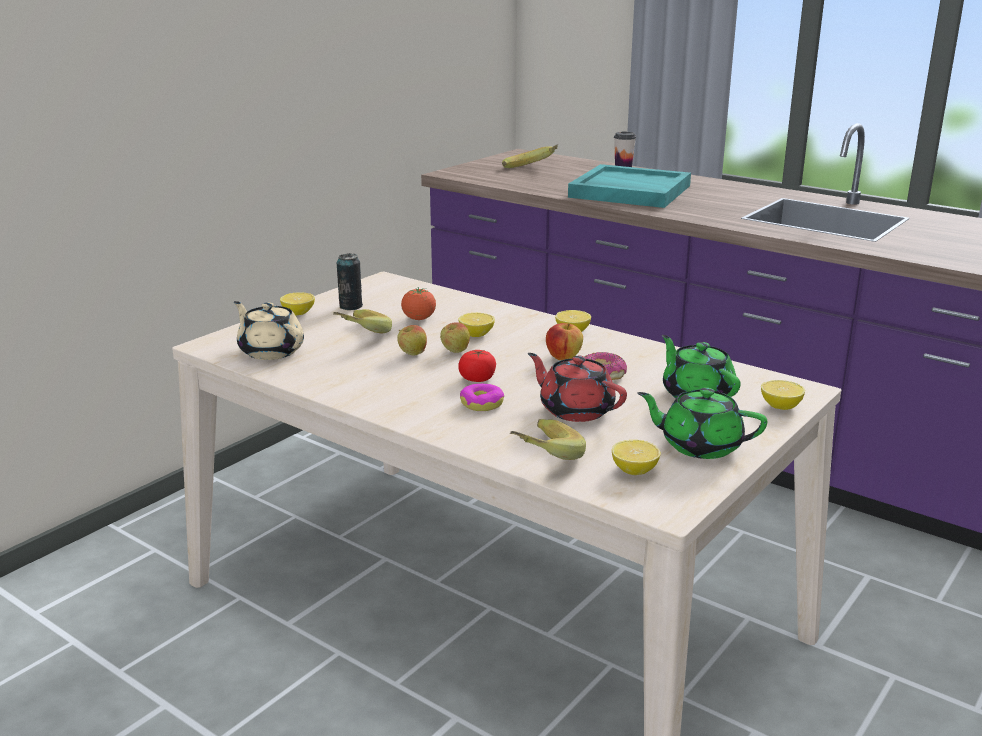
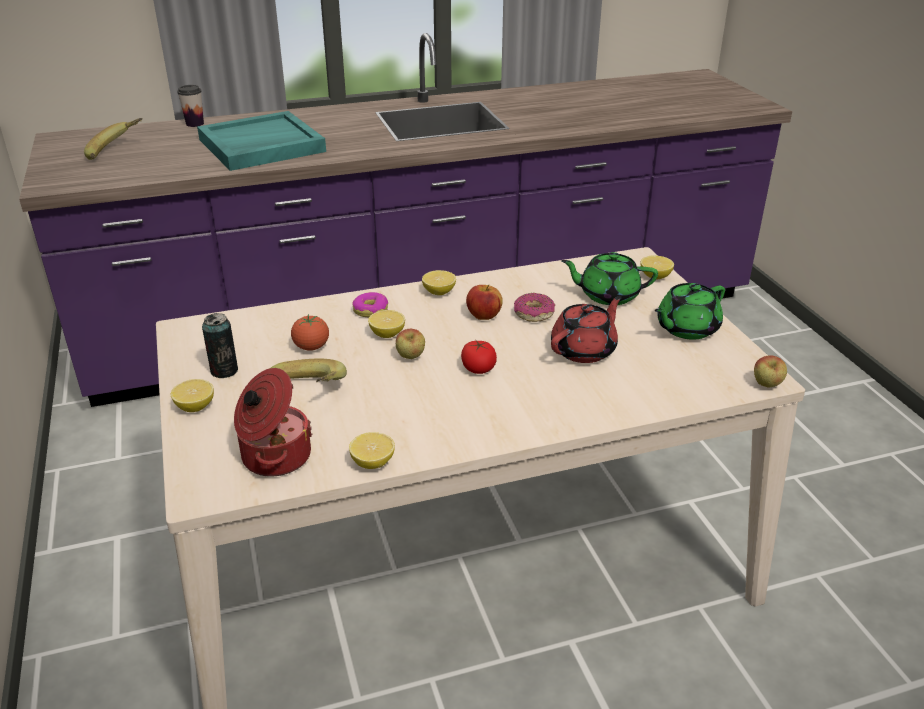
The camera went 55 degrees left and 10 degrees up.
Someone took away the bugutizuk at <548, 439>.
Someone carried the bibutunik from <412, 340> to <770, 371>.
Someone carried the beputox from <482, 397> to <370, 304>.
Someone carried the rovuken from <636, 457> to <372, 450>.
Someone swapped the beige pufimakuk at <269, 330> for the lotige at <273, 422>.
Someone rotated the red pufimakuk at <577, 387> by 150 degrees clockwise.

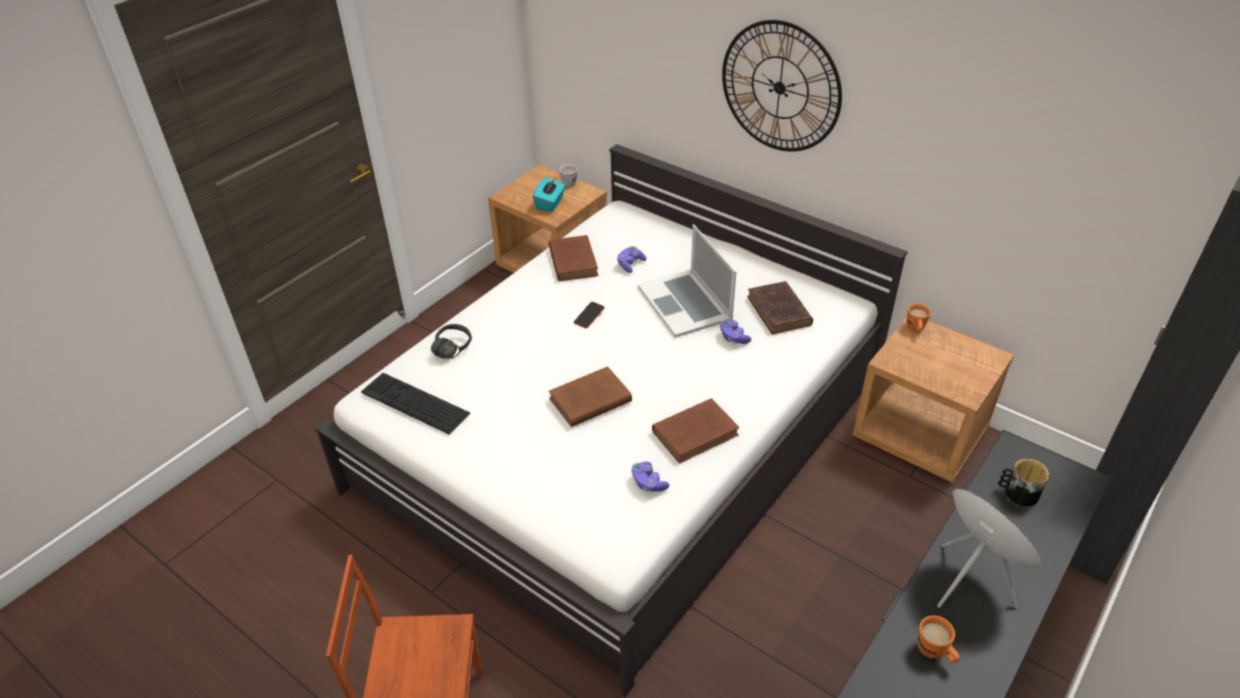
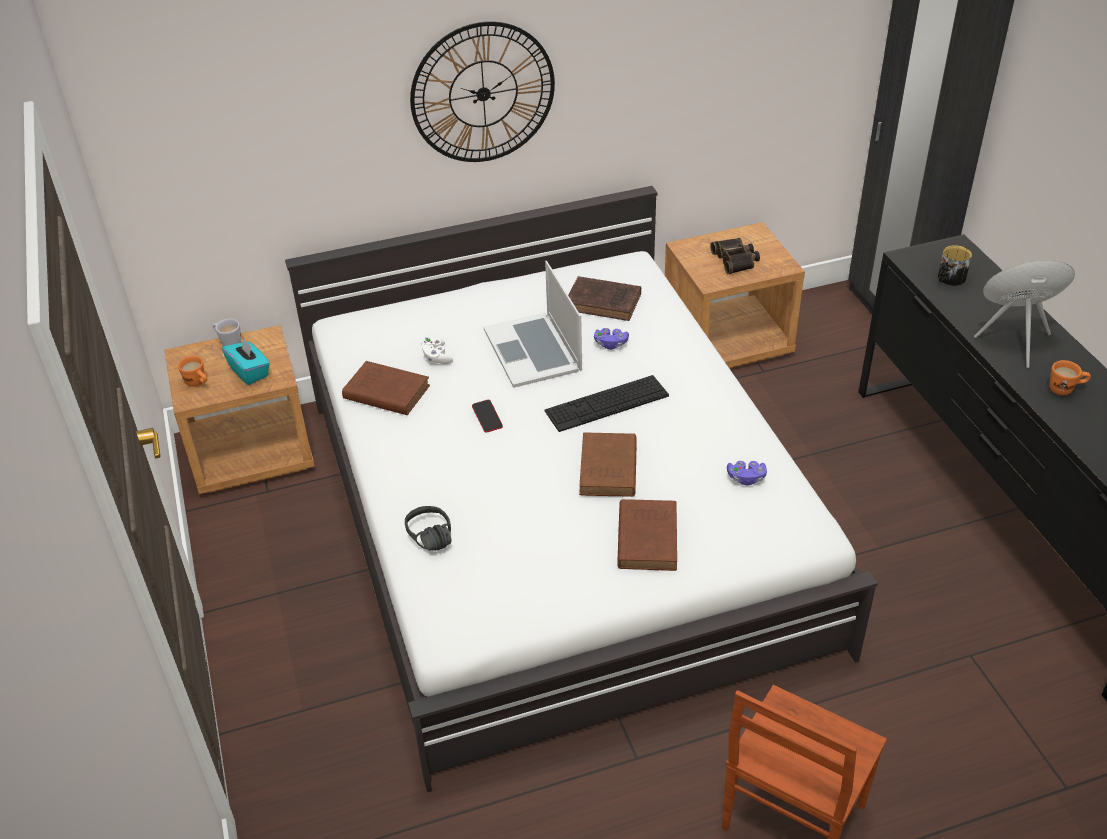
The camera went 55 degrees left and 0 degrees up.
Someone put down the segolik at <735, 256>.
Someone carried the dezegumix from <415, 404> to <607, 403>.
Someone carried the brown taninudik from <695, 430> to <647, 535>.
Someone carried the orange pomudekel from <919, 318> to <192, 371>.
Someone repainted the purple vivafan at <632, 259>, which became the white vivafan at <437, 350>.
Someone rotated the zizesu at <687, 281> by 60 degrees clockwise.

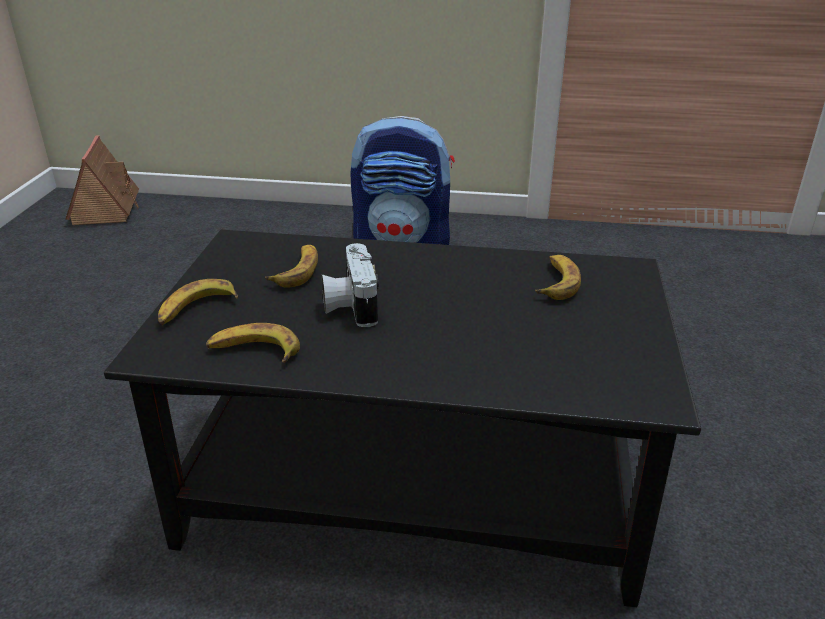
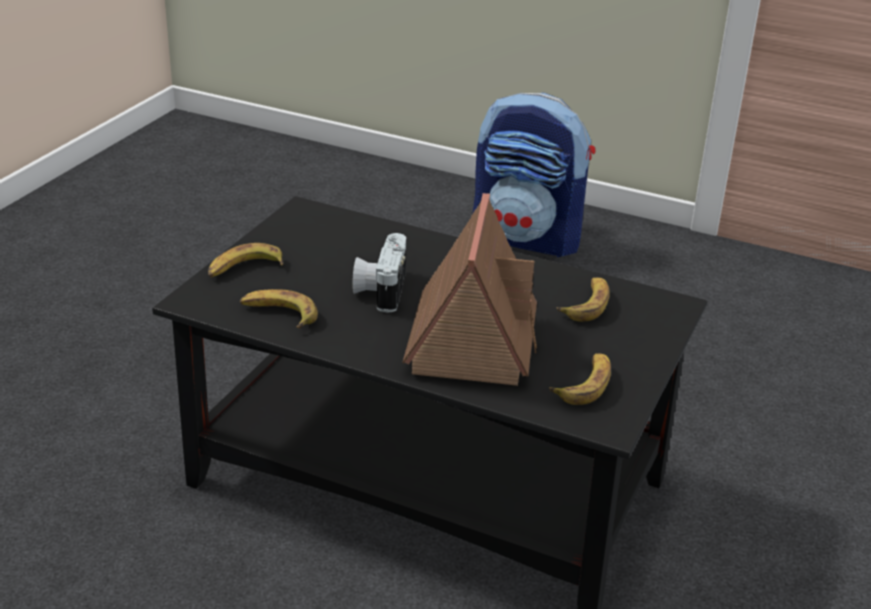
The camera went 15 degrees right and 0 degrees up.
Someone carried the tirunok from <102, 180> to <469, 289>.
Someone carried the bugutizuk from <291, 266> to <580, 379>.

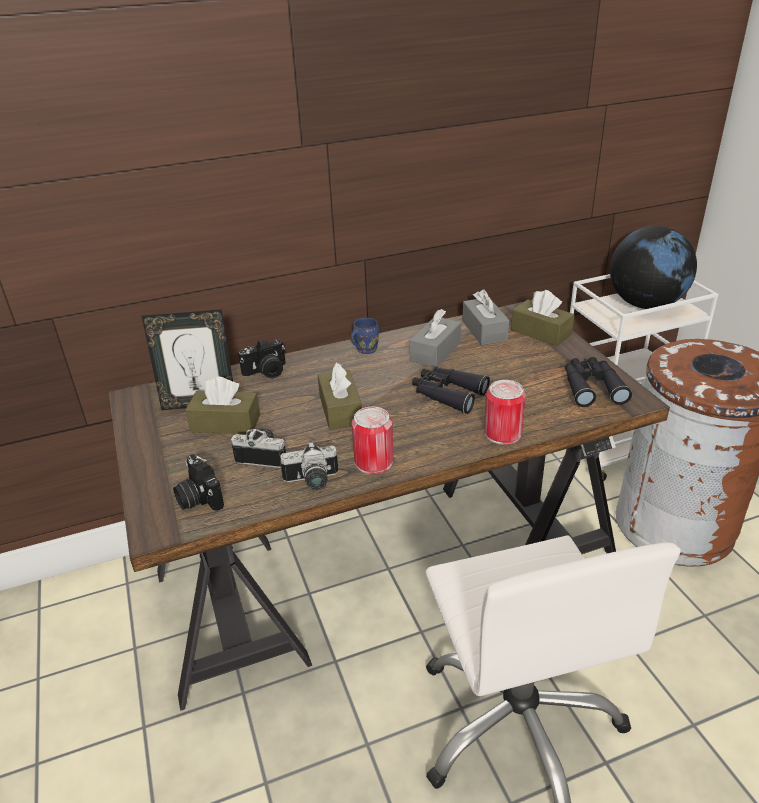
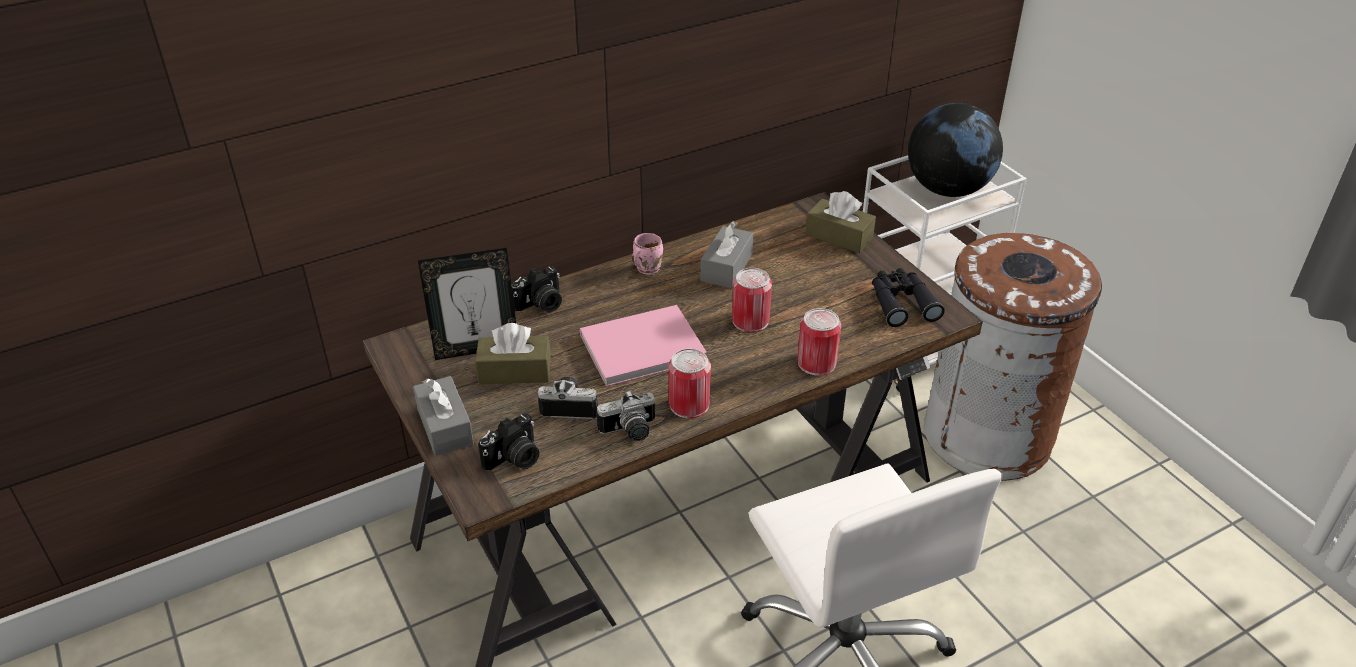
The camera went 10 degrees left and 5 degrees up.
Someone carried the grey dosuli from <486, 317> to <443, 416>.
Someone swapped the brown dosuli at <340, 396> for the pink taninudik at <643, 346>.
Someone swapped the black segolik at <451, 390> for the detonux at <752, 300>.
Someone repainted the blue pomudekel at <364, 336>, which became the pink pomudekel at <647, 254>.
Someone rotated the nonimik at <198, 482> by 90 degrees counterclockwise.

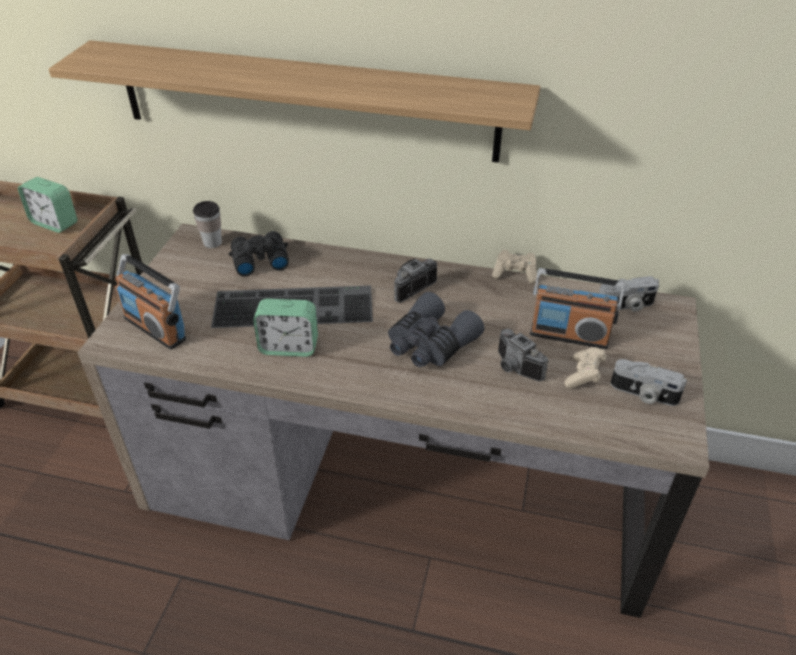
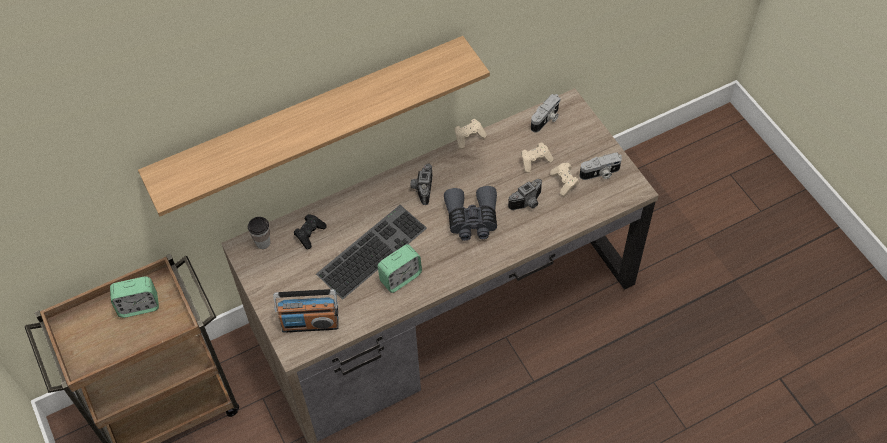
The camera went 40 degrees left and 15 degrees up.
Someone swapped the black segolik at <259, 254> for the black vivafan at <310, 231>.
Someone swapped the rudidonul at <577, 308> for the beige vivafan at <537, 158>.
Someone rotated the nonimik at <523, 355> by 45 degrees counterclockwise.

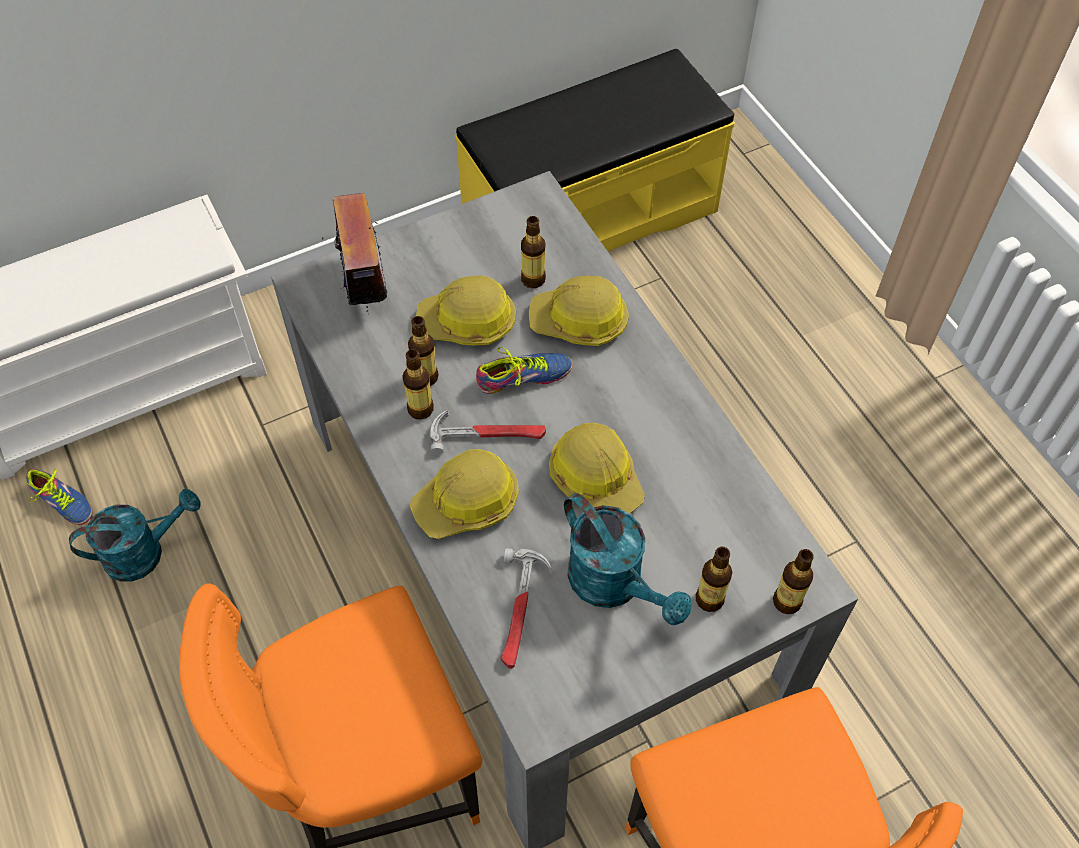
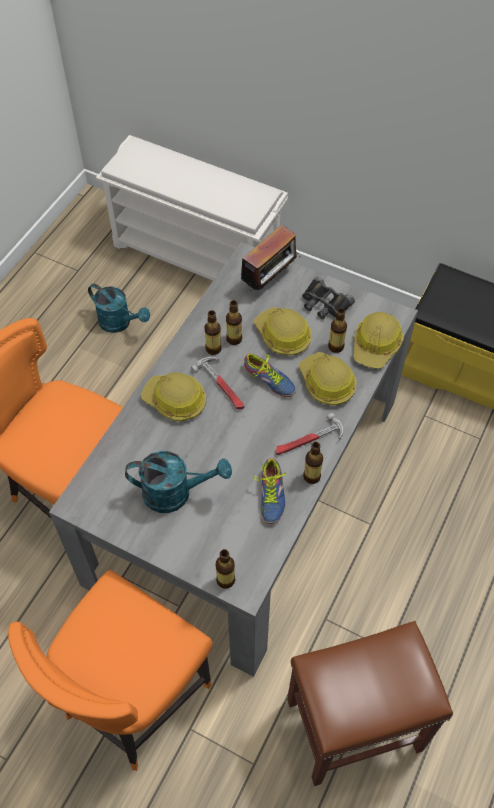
The camera went 55 degrees right and 0 degrees up.
Someone put down the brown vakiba at <370, 703>.
Someone put down the black segolik at <328, 297>.
Someone carried the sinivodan from <56, 497> to <269, 491>.
Someone carried the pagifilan from <526, 608> to <309, 434>.
Someone carried the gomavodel from <597, 468> to <378, 340>.
Someone carried the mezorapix from <714, 579> to <313, 463>.
Someone rotated the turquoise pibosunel at <627, 559> by 105 degrees counterclockwise.

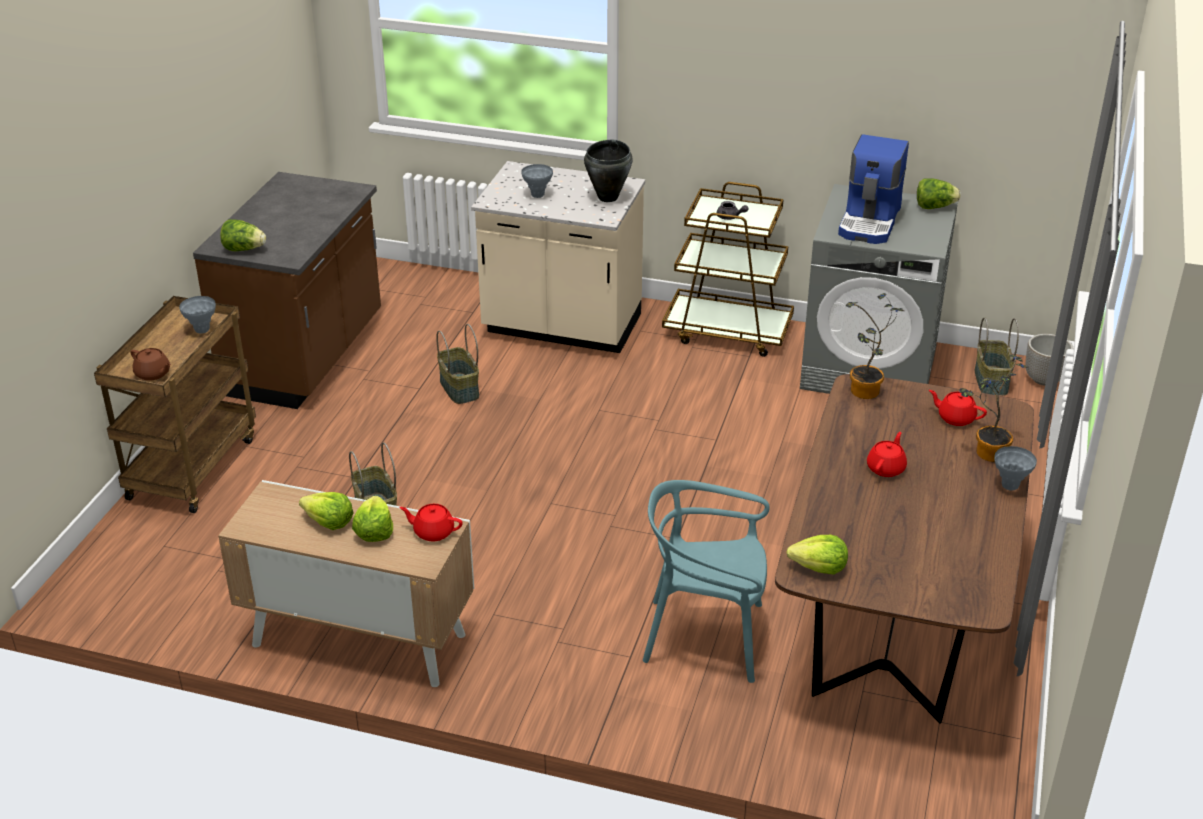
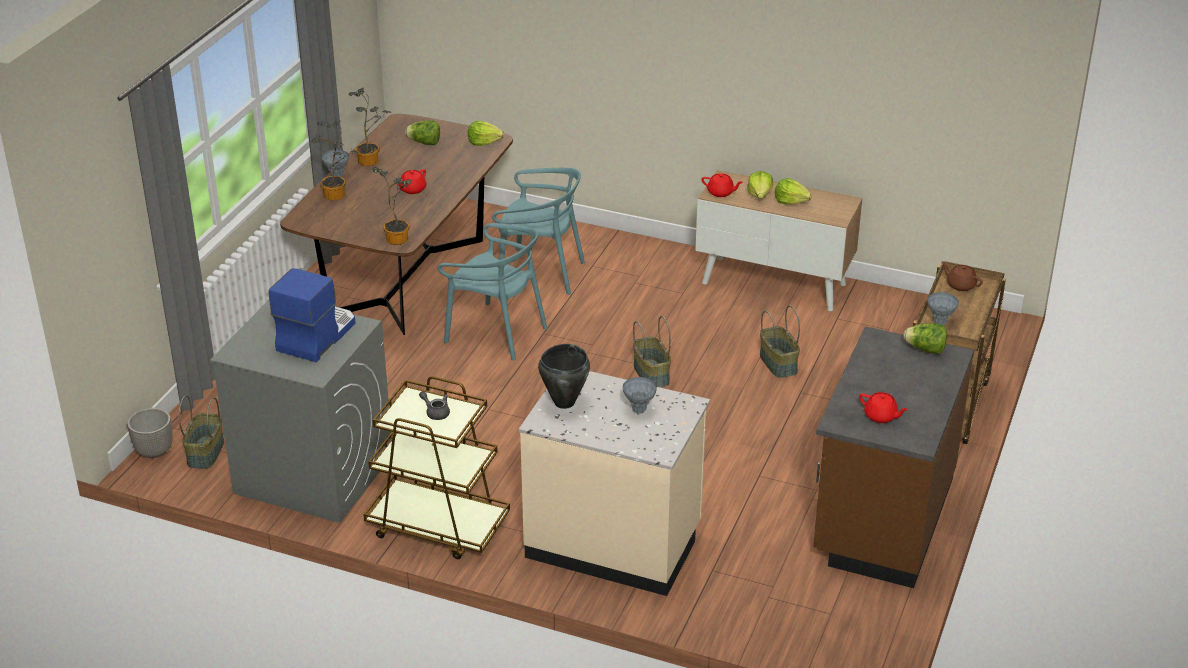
The camera went 175 degrees left and 0 degrees up.
Someone put down the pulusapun at <370, 127>.
Someone put down the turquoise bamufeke at <492, 291>.
Someone carried the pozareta from <457, 364> to <652, 351>.
Someone carried the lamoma from <939, 193> to <422, 132>.
Someone carried the red pufimakuk from <958, 408> to <883, 407>.

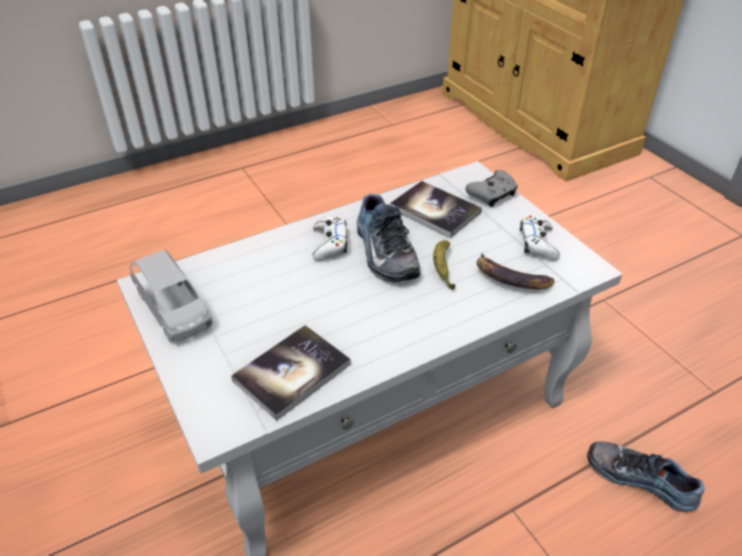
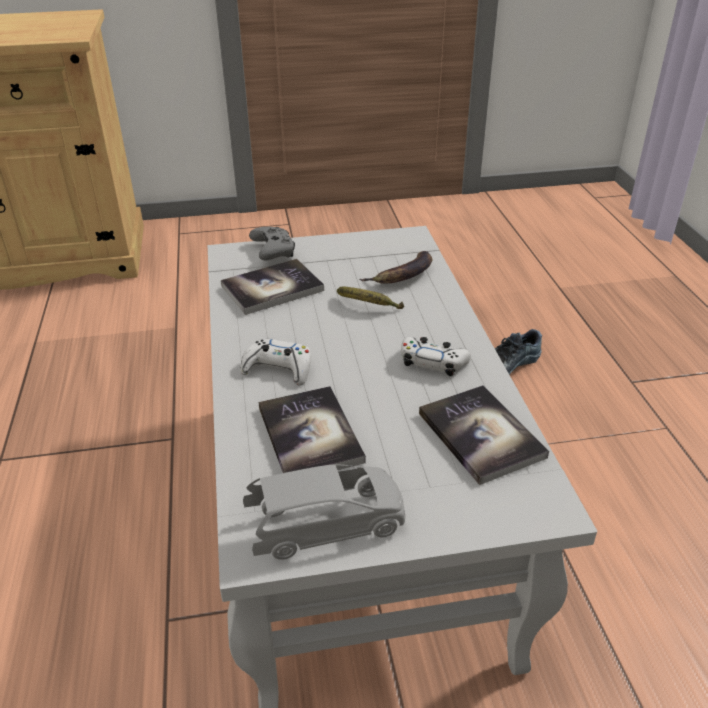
The camera went 70 degrees left and 5 degrees down.
Someone took away the sinivodan at <388, 238>.
Someone put down the taninudik at <312, 429>.
Someone carried the white vivafan from <540, 238> to <436, 356>.

